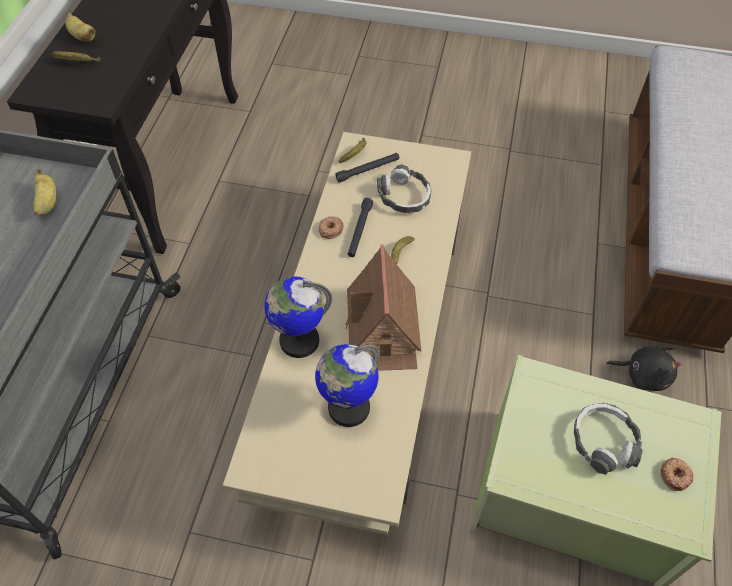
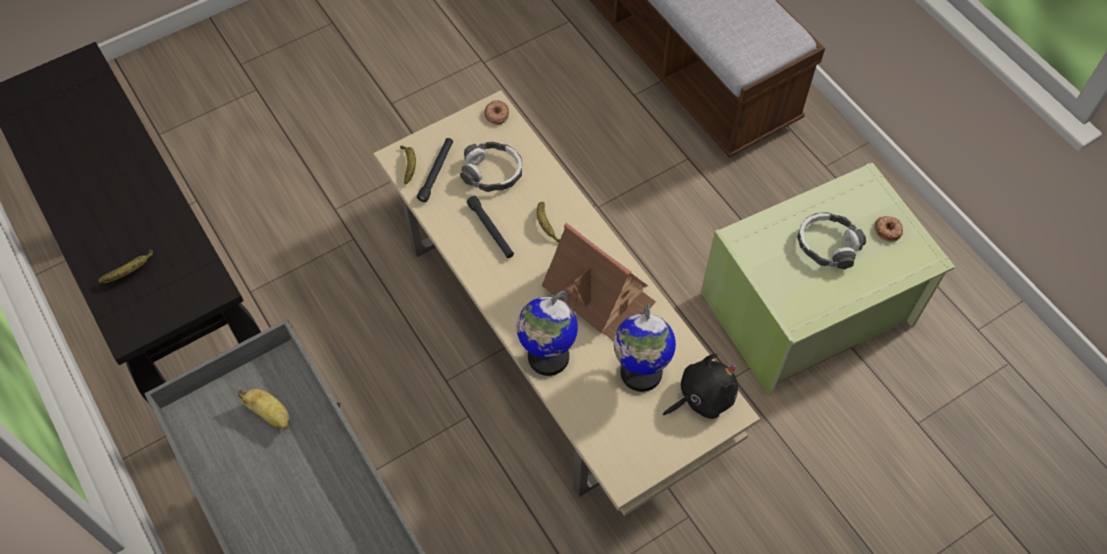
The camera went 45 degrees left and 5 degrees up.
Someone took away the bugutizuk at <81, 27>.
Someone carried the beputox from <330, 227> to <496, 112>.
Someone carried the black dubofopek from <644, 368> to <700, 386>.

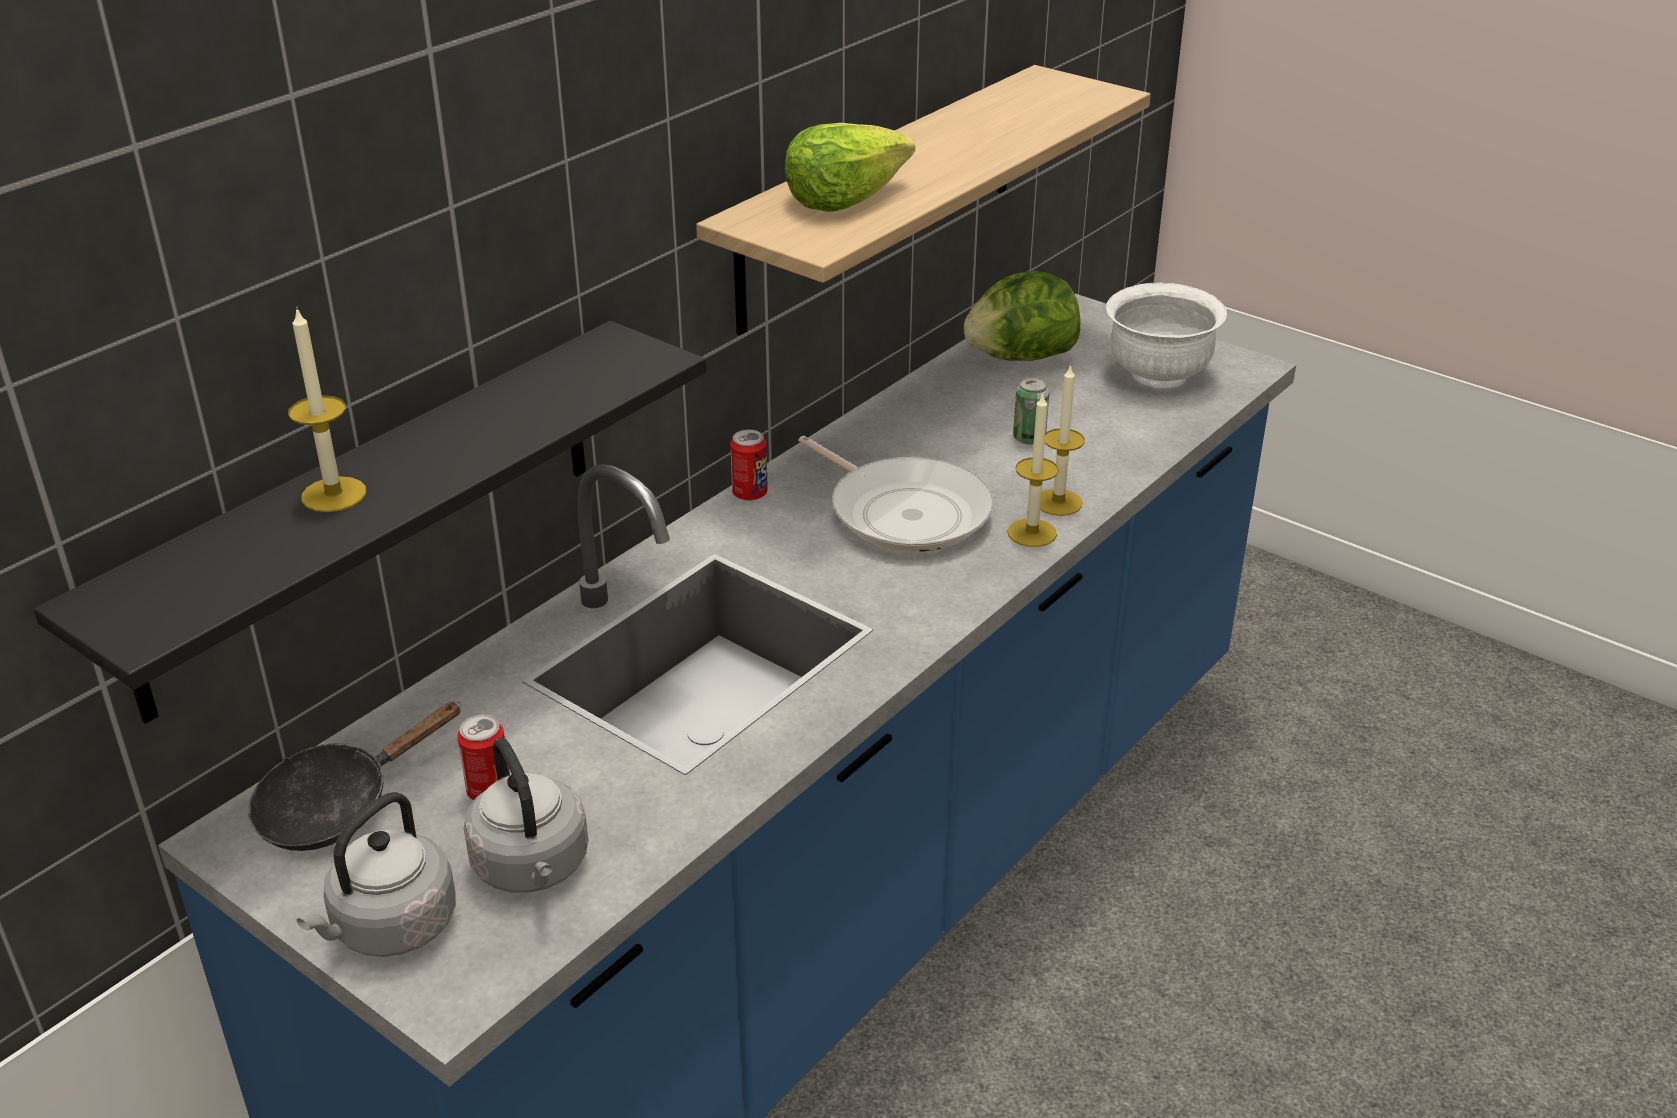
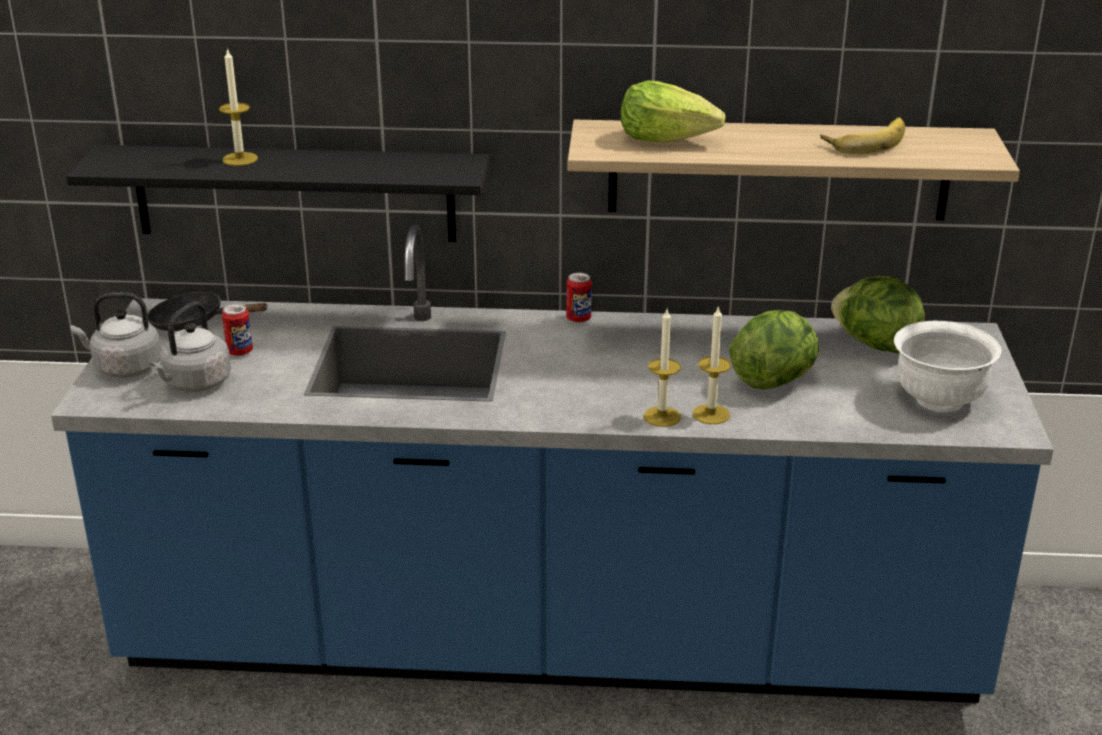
The camera went 55 degrees right and 5 degrees down.
Someone took away the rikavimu at <896, 494>.
Someone put down the bugutizuk at <863, 136>.
Someone swapped the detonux at <1031, 411> for the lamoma at <774, 349>.

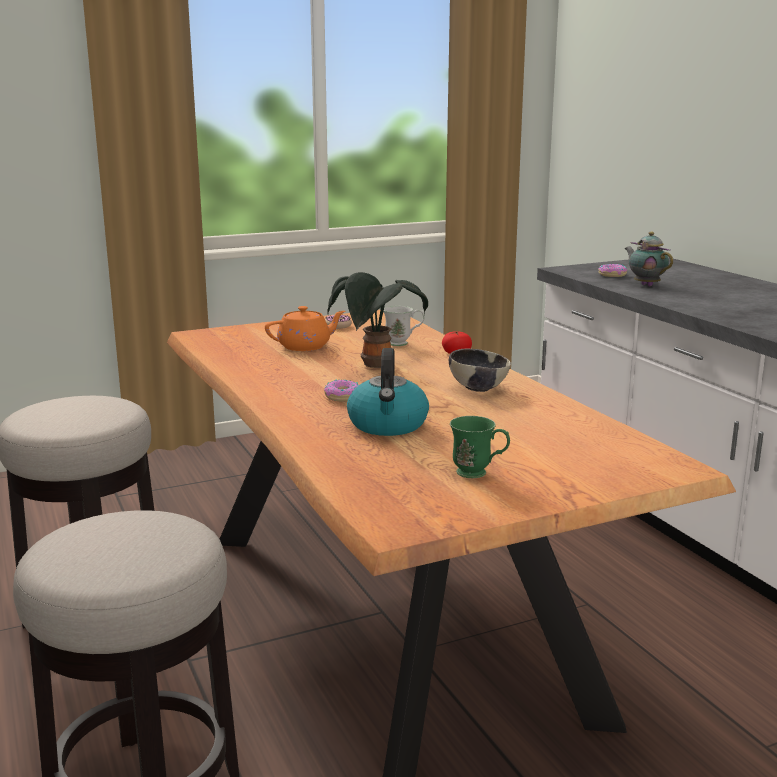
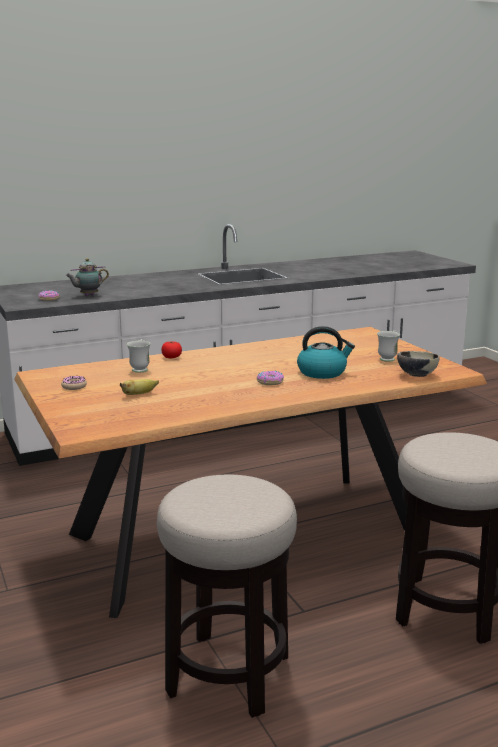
The camera went 90 degrees left and 0 degrees up.
Someone took away the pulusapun at <378, 320>.
Someone carried the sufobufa from <480, 370> to <418, 364>.
Someone swapped the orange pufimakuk at <305, 328> for the bugutizuk at <139, 387>.
Someone repainted the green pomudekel at <480, 447>, which became the white pomudekel at <388, 346>.

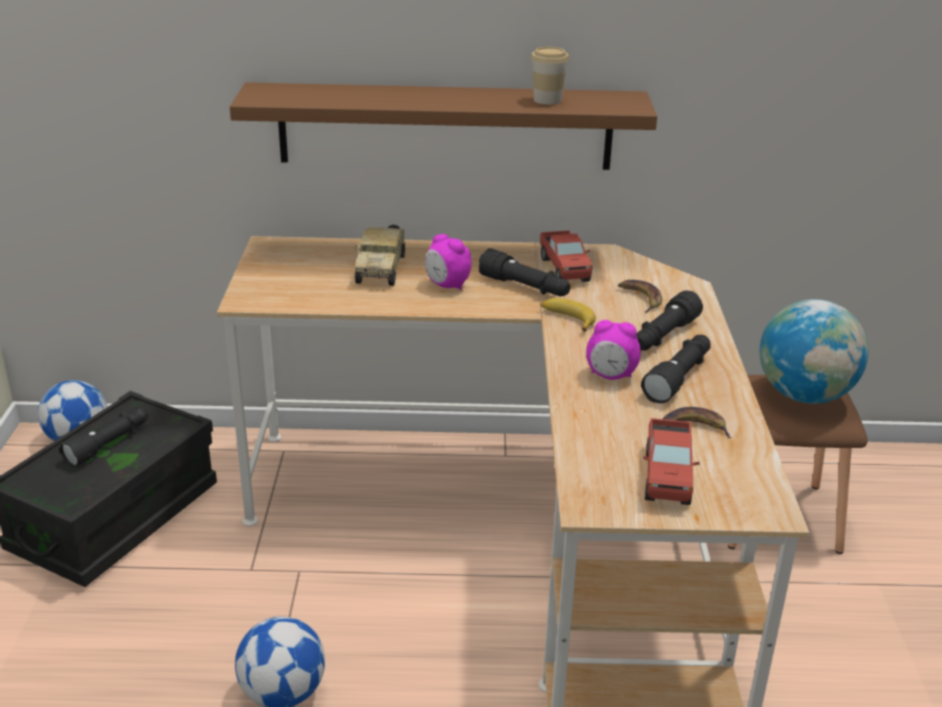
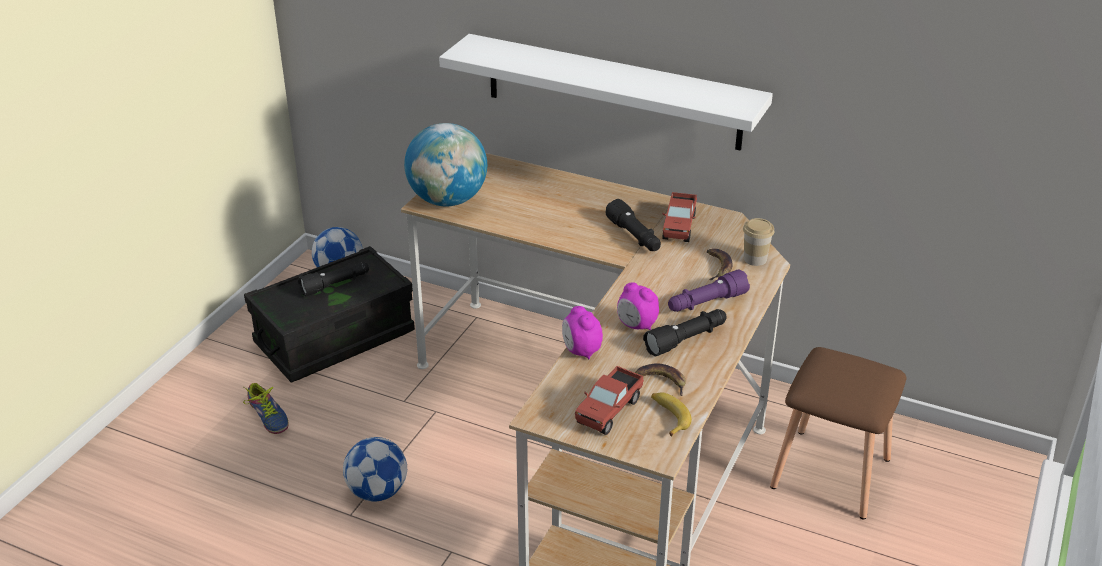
The camera went 25 degrees right and 5 degrees up.
Someone took away the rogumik at <380, 255>.
Someone put down the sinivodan at <266, 408>.
Someone carried the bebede from <448, 262> to <582, 332>.
Someone carried the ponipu from <550, 76> to <758, 242>.
Someone carried the bugutizuk from <568, 315> to <671, 414>.
Someone carried the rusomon from <814, 351> to <445, 164>.
Someone repainted the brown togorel at <443, 126>, which became the white togorel at <606, 92>.
Someone repainted the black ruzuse at <670, 320>, which became the purple ruzuse at <709, 290>.

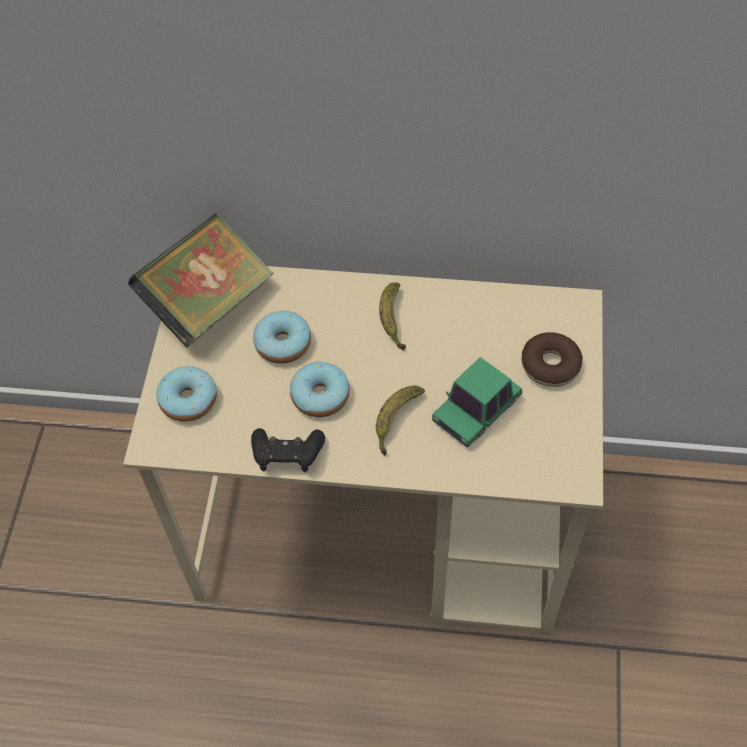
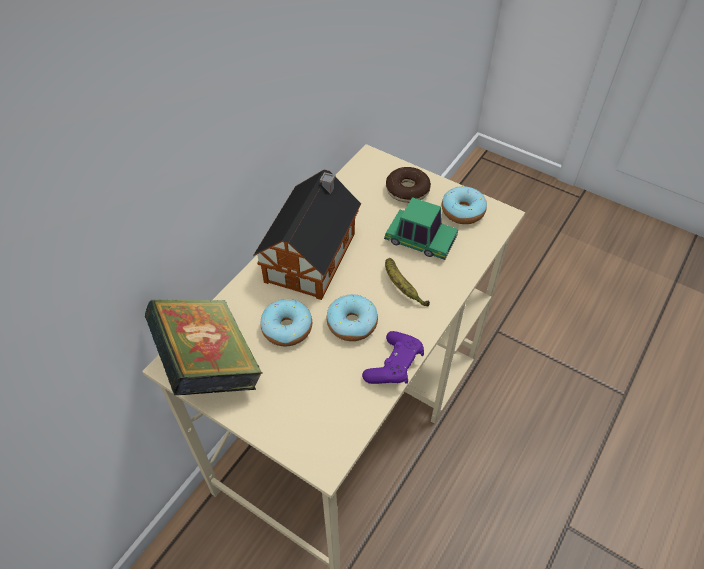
The camera went 65 degrees left and 5 degrees down.
Someone carried the beputox from <186, 394> to <464, 205>.
Someone swapped the bugutizuk at <392, 316> for the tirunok at <307, 235>.
Someone repainted the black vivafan at <288, 450>, which became the purple vivafan at <393, 357>.
Someone rotated the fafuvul at <477, 402> by 45 degrees counterclockwise.

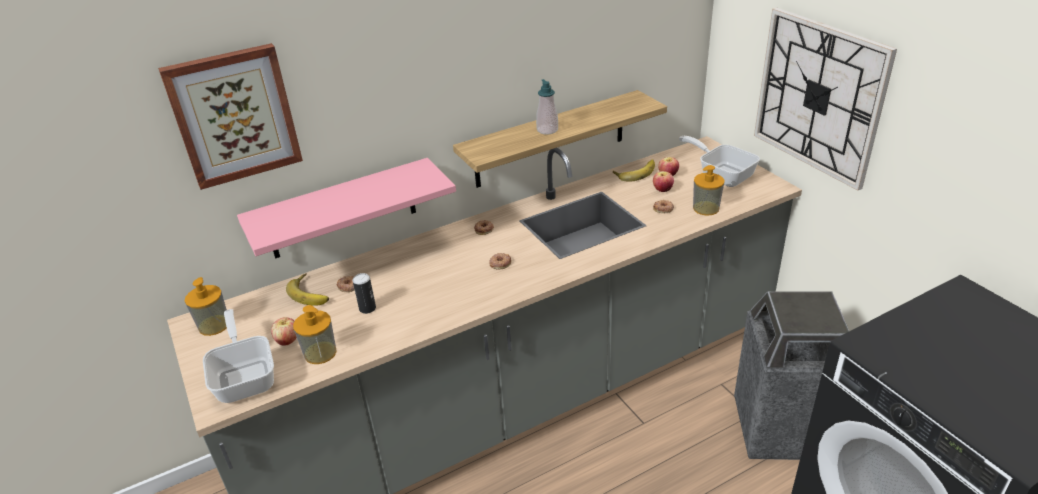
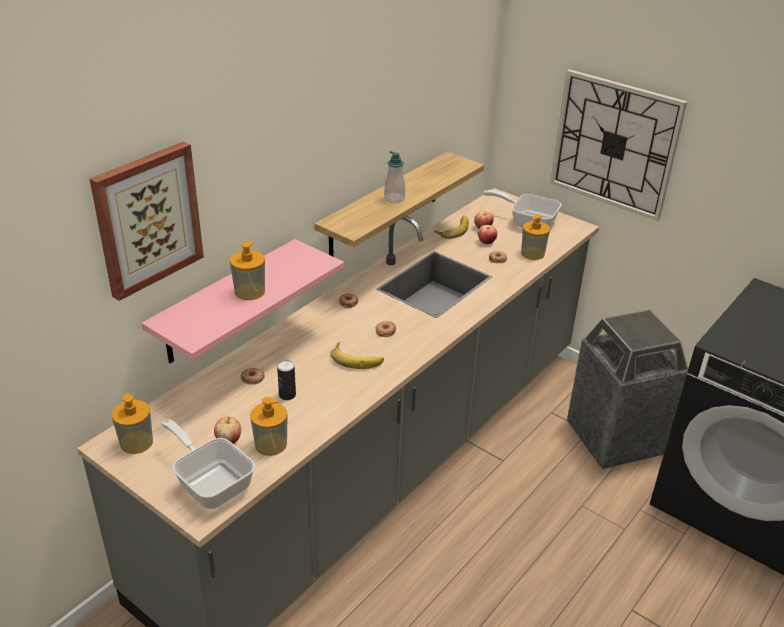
The camera went 25 degrees left and 0 degrees up.
Someone put down the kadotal at <247, 270>.
Someone carried the bugutizuk from <307, 289> to <357, 355>.

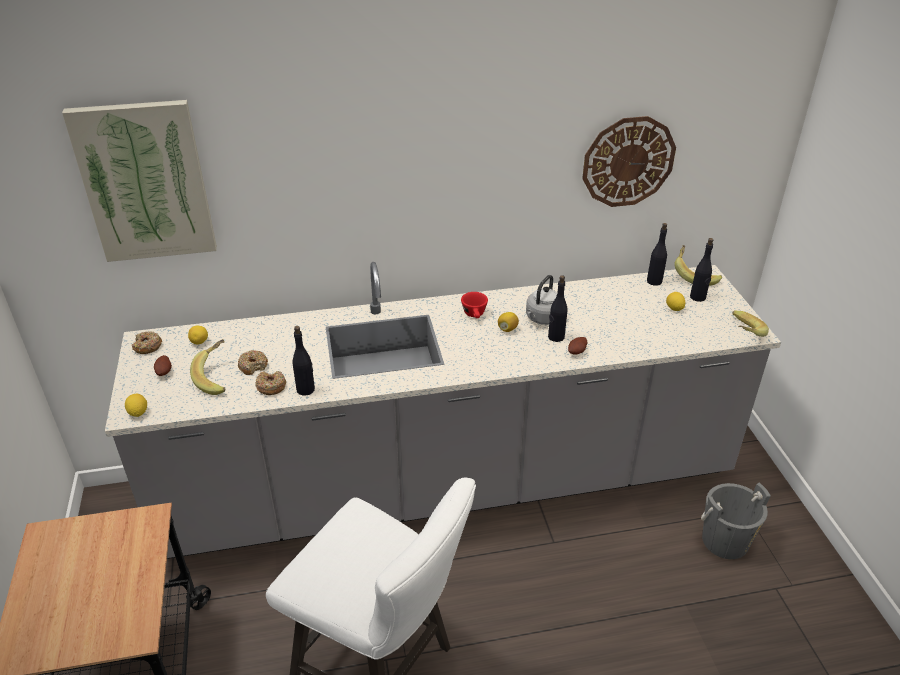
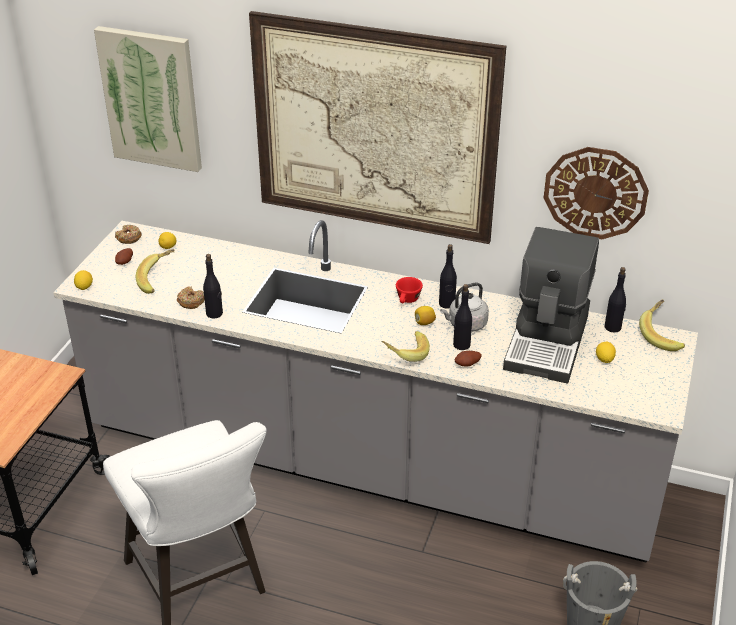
The camera went 30 degrees right and 0 degrees up.
Someone took away the beputox at <253, 362>.
Someone put up the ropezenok at <377, 127>.
Someone put down the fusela at <551, 305>.
Someone carried the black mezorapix from <701, 270> to <448, 276>.
Someone carried the bugutizuk from <750, 323> to <406, 346>.

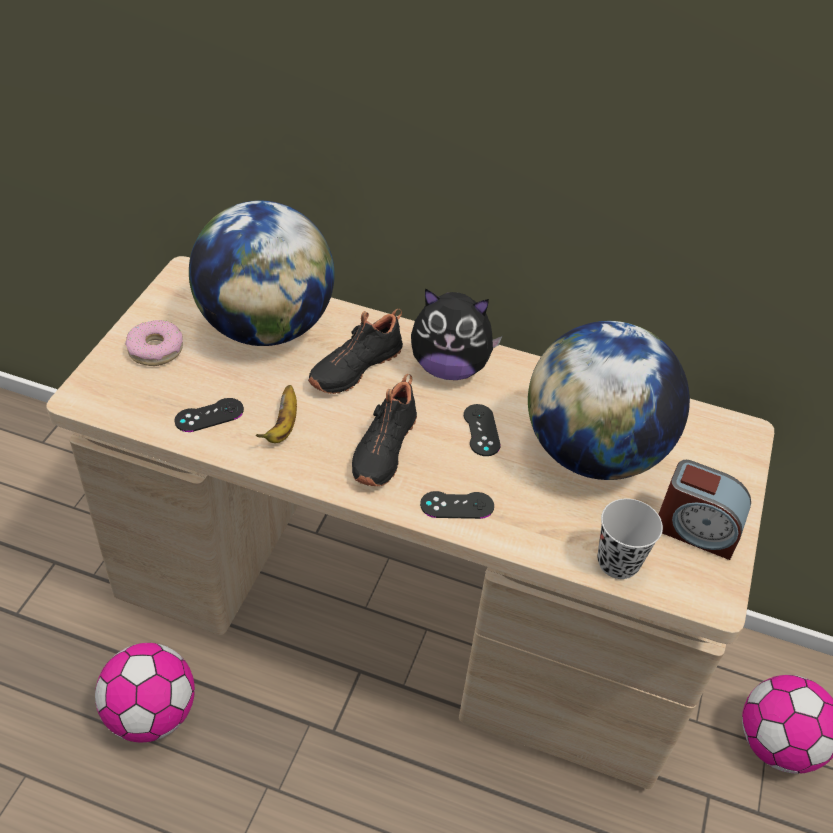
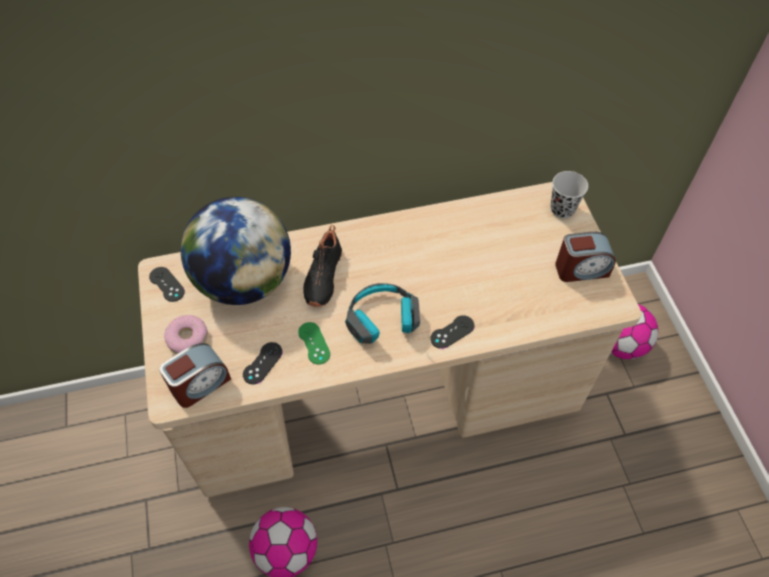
The camera went 30 degrees left and 10 degrees up.
Someone took away the dubofopek at <456, 334>.
Someone took away the rusomon at <609, 400>.
Someone put down the bebede at <195, 375>.
Someone carried the black vivafan from <482, 430> to <167, 284>.
Someone carried the black ponipu from <630, 539> to <569, 194>.
Someone swapped the bugutizuk at <276, 414> for the green vivafan at <314, 343>.
Someone swapped the black sinivodan at <384, 430> for the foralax at <382, 313>.

